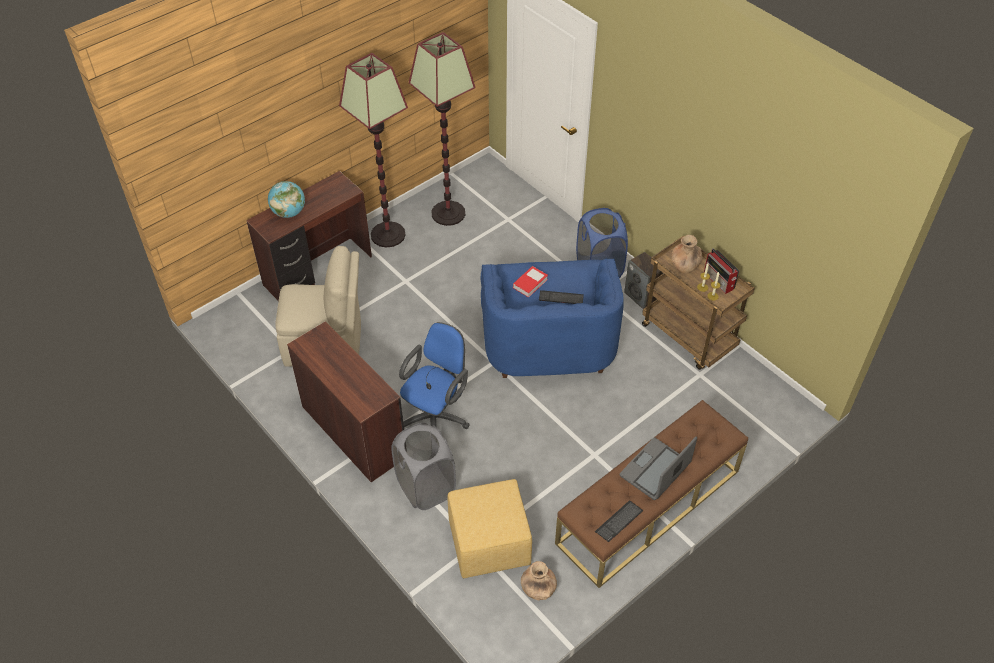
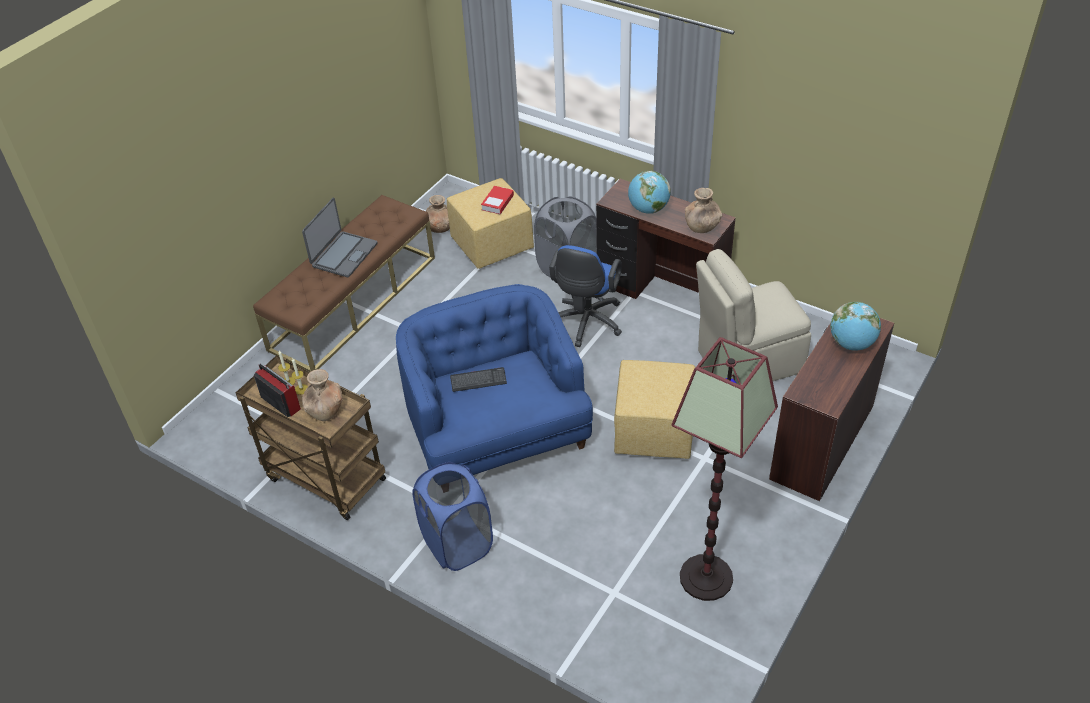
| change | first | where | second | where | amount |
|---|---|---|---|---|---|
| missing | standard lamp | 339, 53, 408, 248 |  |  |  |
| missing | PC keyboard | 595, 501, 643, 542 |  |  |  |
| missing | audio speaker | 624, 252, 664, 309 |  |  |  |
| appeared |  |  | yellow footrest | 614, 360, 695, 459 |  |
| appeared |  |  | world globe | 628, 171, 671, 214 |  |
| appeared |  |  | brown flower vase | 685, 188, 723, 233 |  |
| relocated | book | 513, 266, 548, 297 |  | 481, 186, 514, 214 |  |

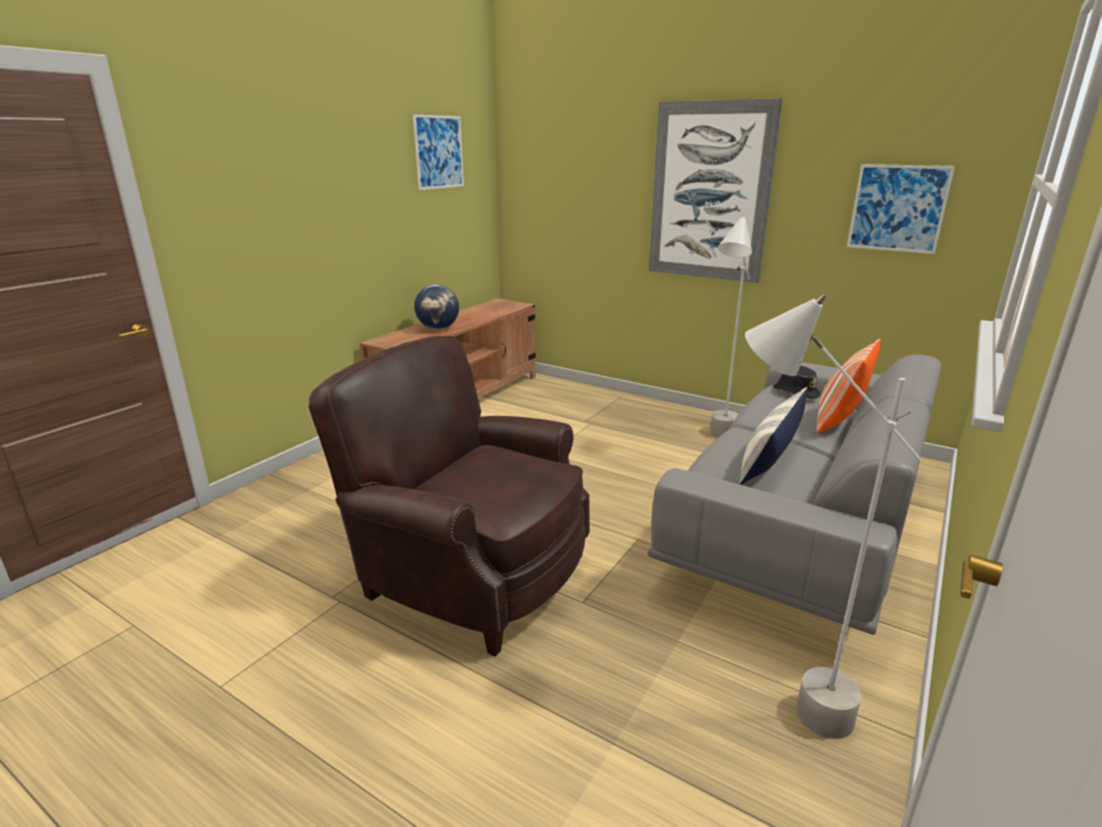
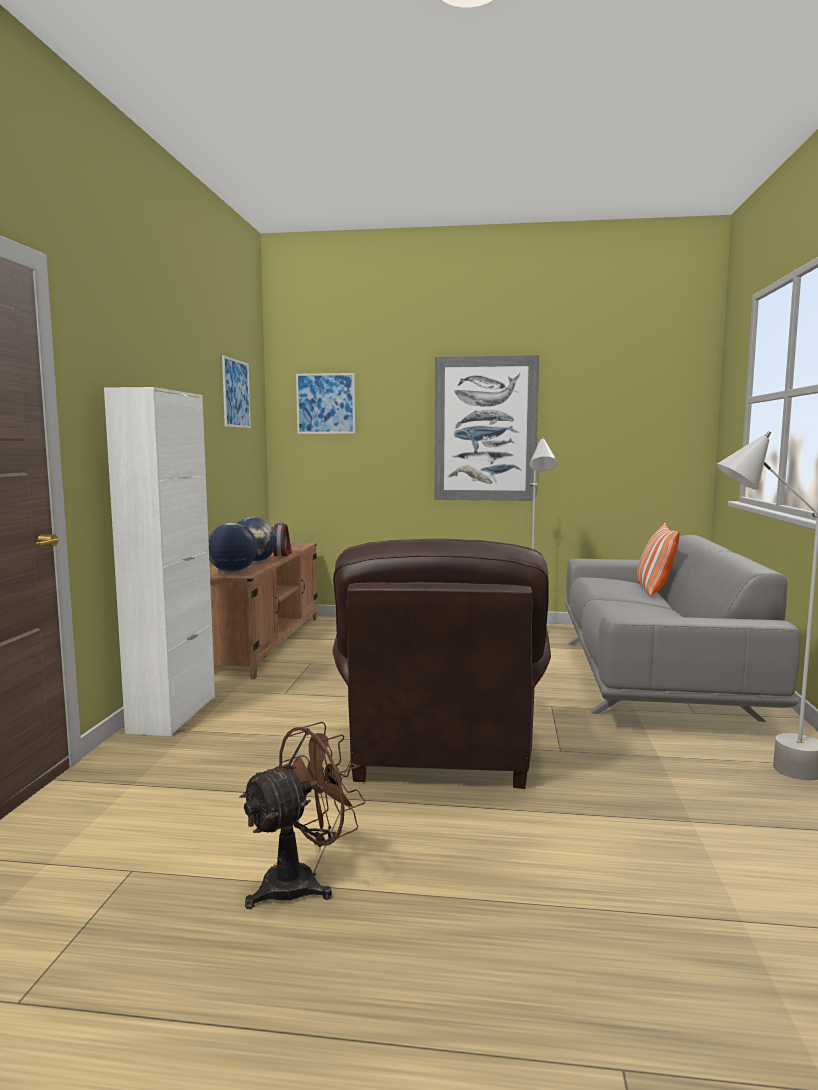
| change | first | where | second | where | amount |
|---|---|---|---|---|---|
| missing | pillow | 739, 387, 808, 485 |  |  |  |
| missing | black-coloured wearable hat | 773, 366, 820, 399 |  |  |  |
| appeared |  |  | white cupboard | 104, 387, 215, 736 |  |
| appeared |  |  | world globe | 208, 523, 257, 572 |  |
| appeared |  |  | brown cooling fan | 240, 722, 366, 909 |  |
| appeared |  |  | bedside clock | 273, 522, 292, 556 |  |
| relocated | wall art | 847, 164, 955, 254 |  | 296, 373, 355, 434 |  |
| spun | brown armchair | 308, 336, 590, 657 |  | 332, 539, 551, 789 | 90 degrees counterclockwise |

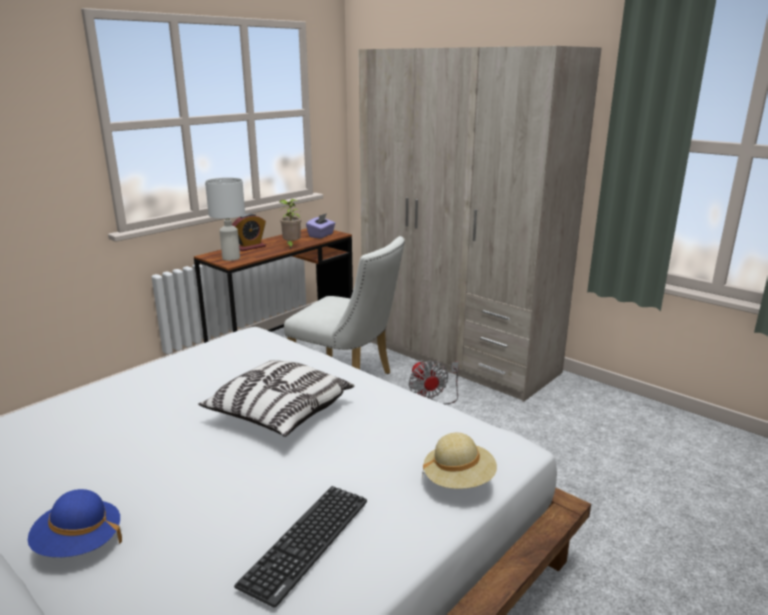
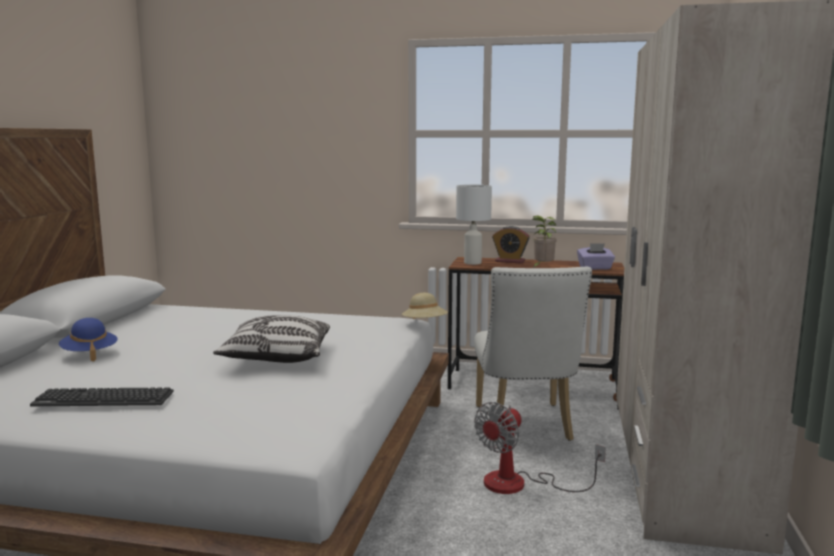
| change | first | where | second | where | amount |
|---|---|---|---|---|---|
| relocated | sand-coloured wearable hat | 422, 433, 497, 489 |  | 402, 293, 448, 319 |  |

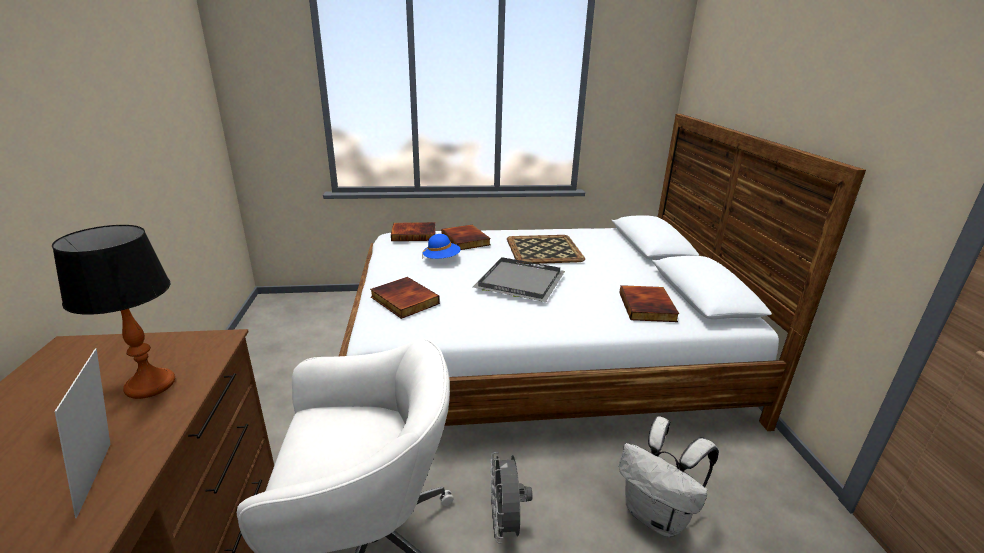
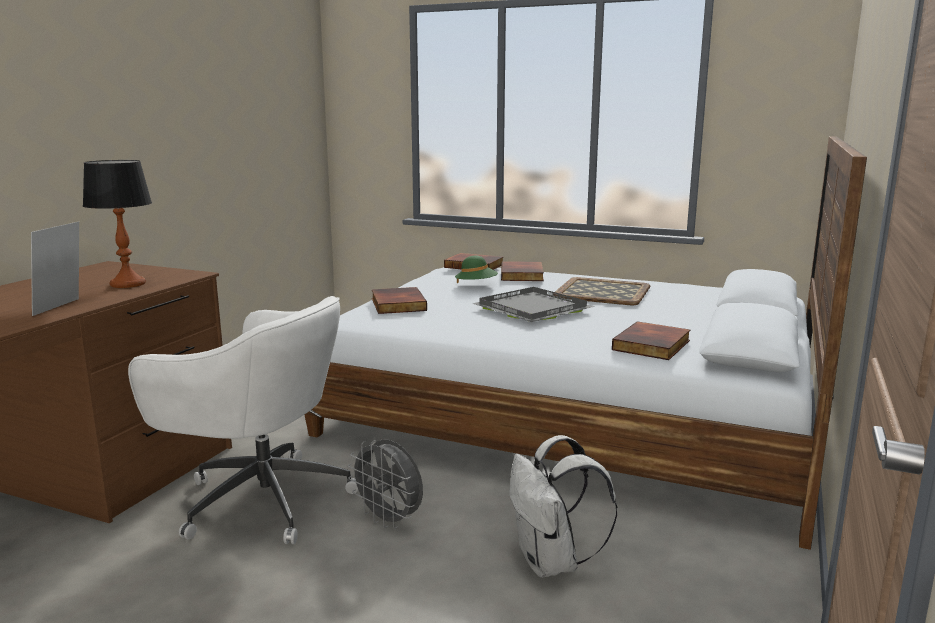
| change | first | where | second | where | amount |
|---|---|---|---|---|---|
| colour | blue-coloured wearable hat | 422, 234, 461, 259 | green wearable hat | 455, 256, 498, 283 |  |
| spun | greyish cooling fan | 490, 452, 533, 543 |  | 348, 440, 423, 529 | 75 degrees counterclockwise |

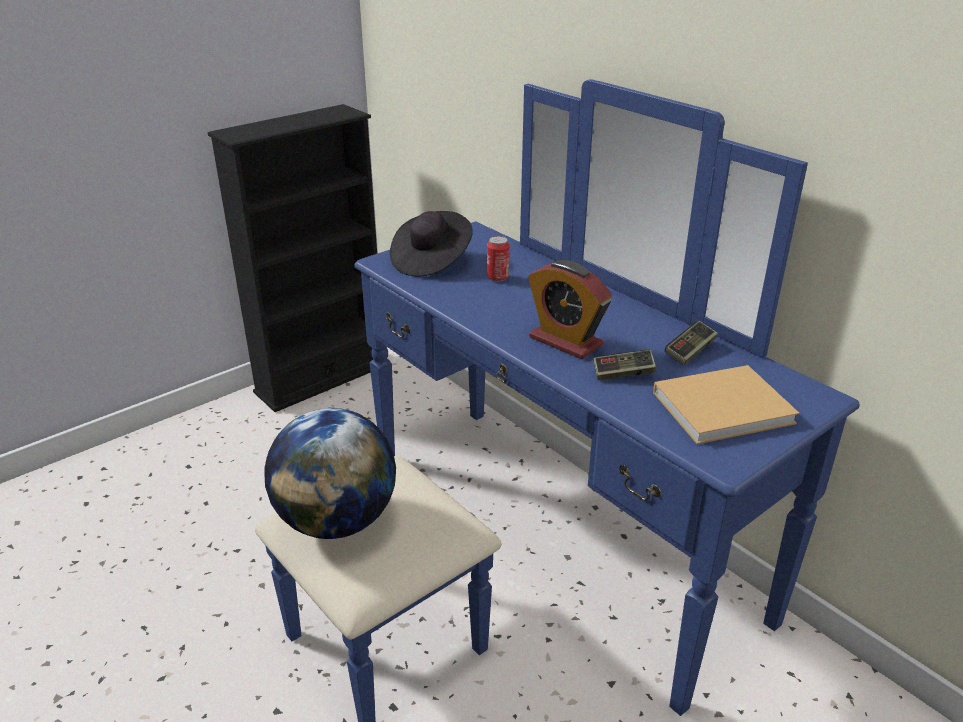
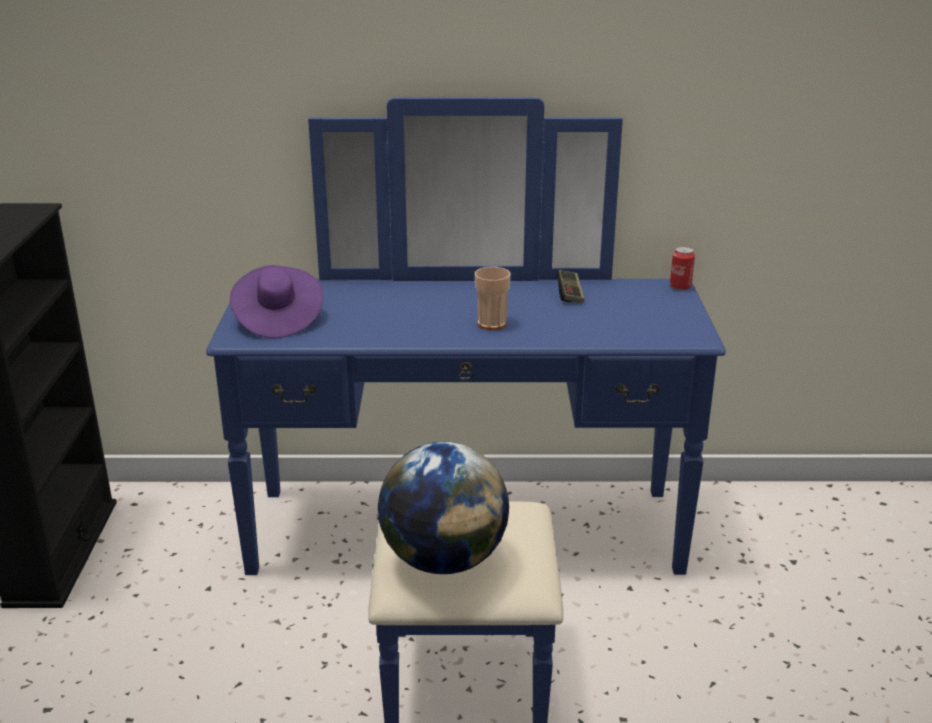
| change | first | where | second | where | amount |
|---|---|---|---|---|---|
| missing | joypad | 594, 349, 656, 381 |  |  |  |
| missing | sand-coloured book | 653, 365, 799, 444 |  |  |  |
| relocated | metal can | 487, 236, 510, 282 |  | 670, 246, 695, 291 |  |
| exchanged | bedside clock | 528, 260, 612, 359 | small cup | 475, 267, 511, 330 |  |
| colour | black-coloured wearable hat | 390, 211, 473, 277 | purple wearable hat | 230, 265, 323, 338 |  |

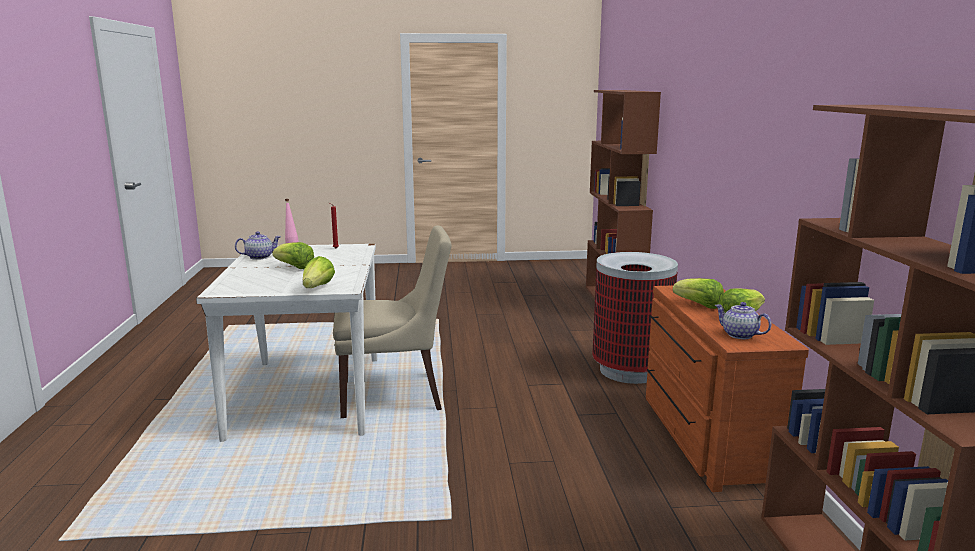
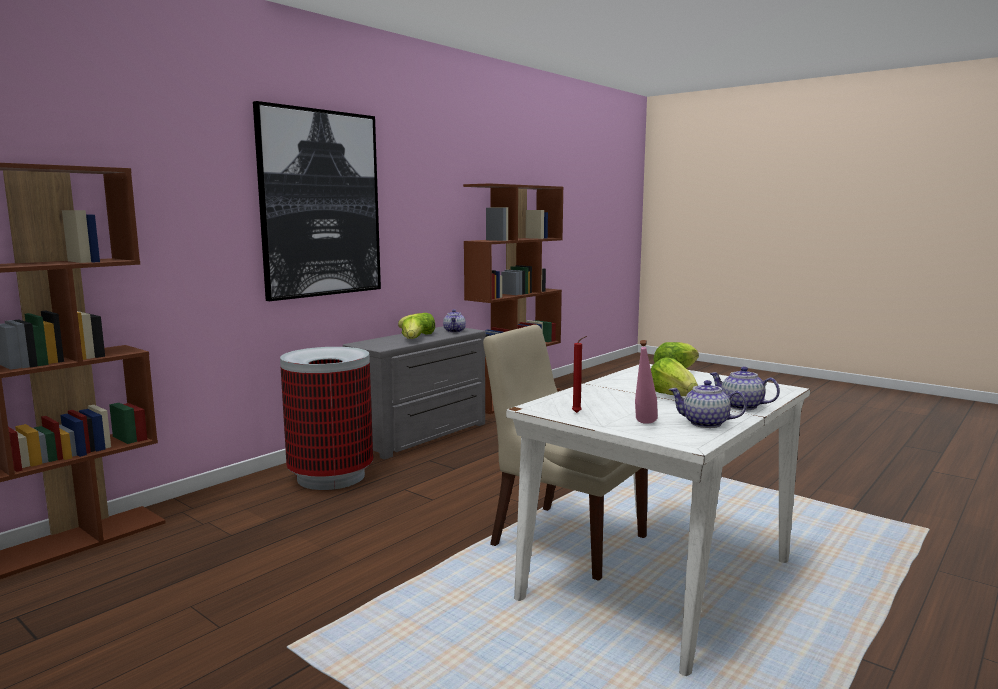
| change | first | where | second | where | amount |
|---|---|---|---|---|---|
| appeared |  |  | wall art | 253, 101, 381, 301 |  |
| appeared |  |  | teapot | 710, 367, 780, 410 |  |
| colour | brown dresser | 646, 286, 809, 492 | greyish dresser | 343, 326, 486, 459 |  |

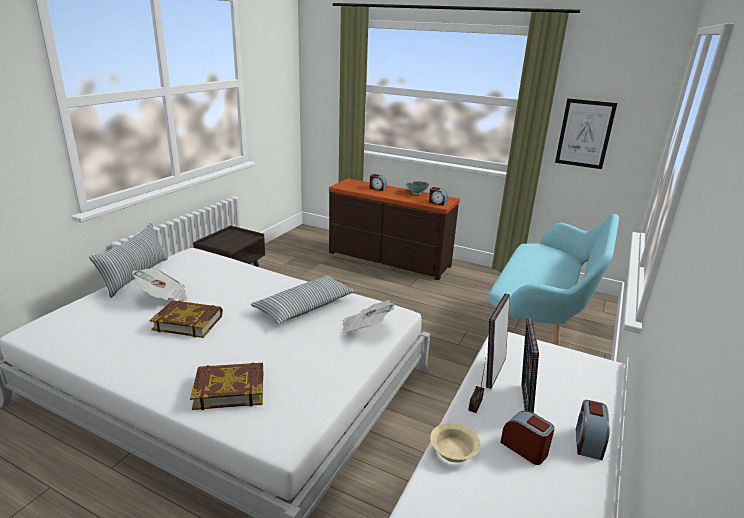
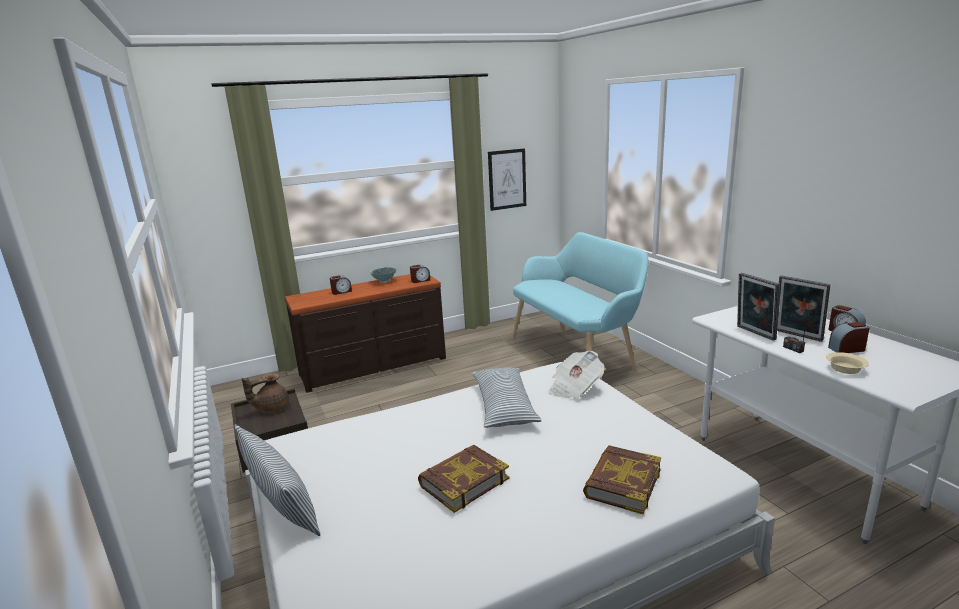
| change | first | where | second | where | amount |
|---|---|---|---|---|---|
| missing | printed paper | 132, 269, 187, 301 |  |  |  |
| appeared |  |  | brown teapot | 242, 373, 289, 413 |  |

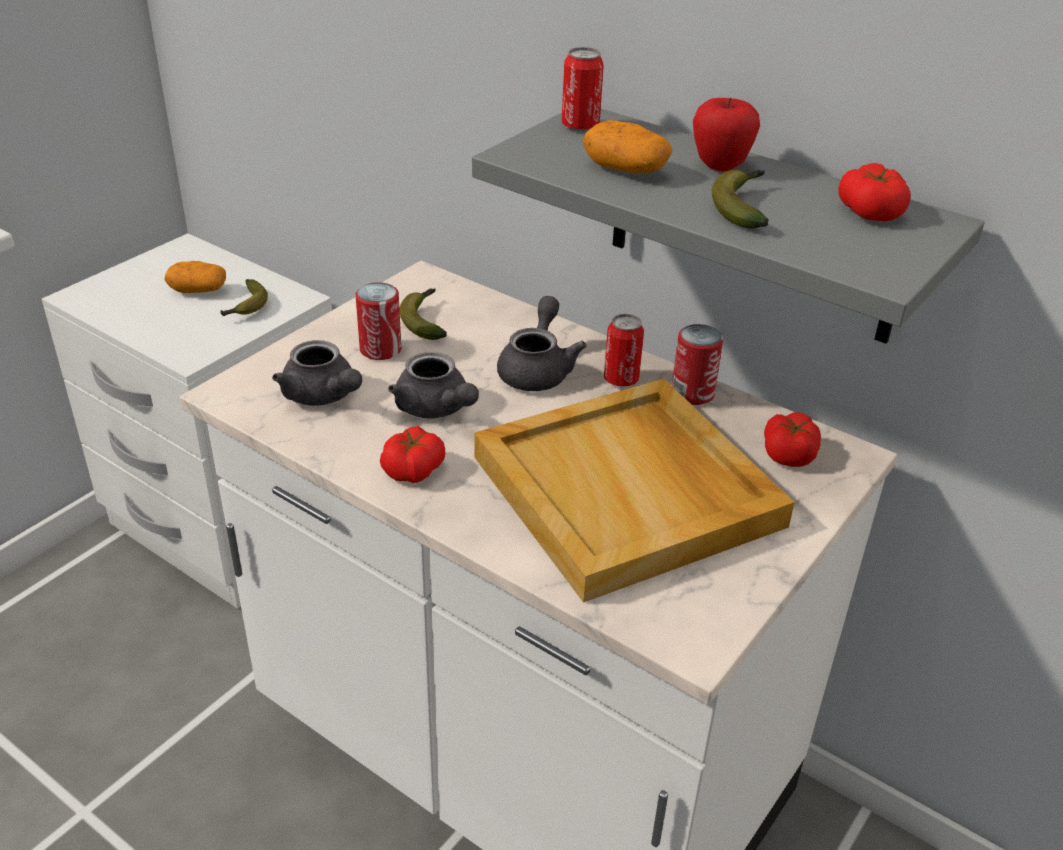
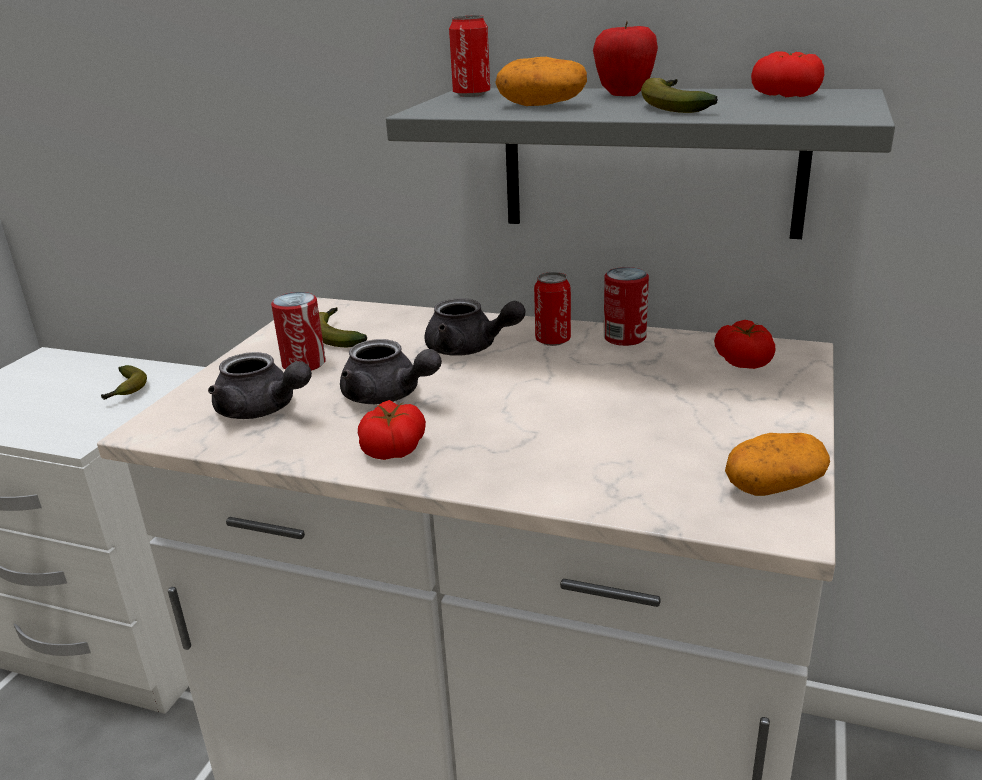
| change | first | where | second | where | amount |
|---|---|---|---|---|---|
| missing | sand-coloured serving tray | 474, 379, 795, 603 |  |  |  |
| relocated | spud | 165, 261, 226, 293 |  | 725, 433, 830, 496 |  |
| spun | greyish teapot | 497, 296, 587, 391 |  | 424, 298, 525, 356 | 120 degrees clockwise |

